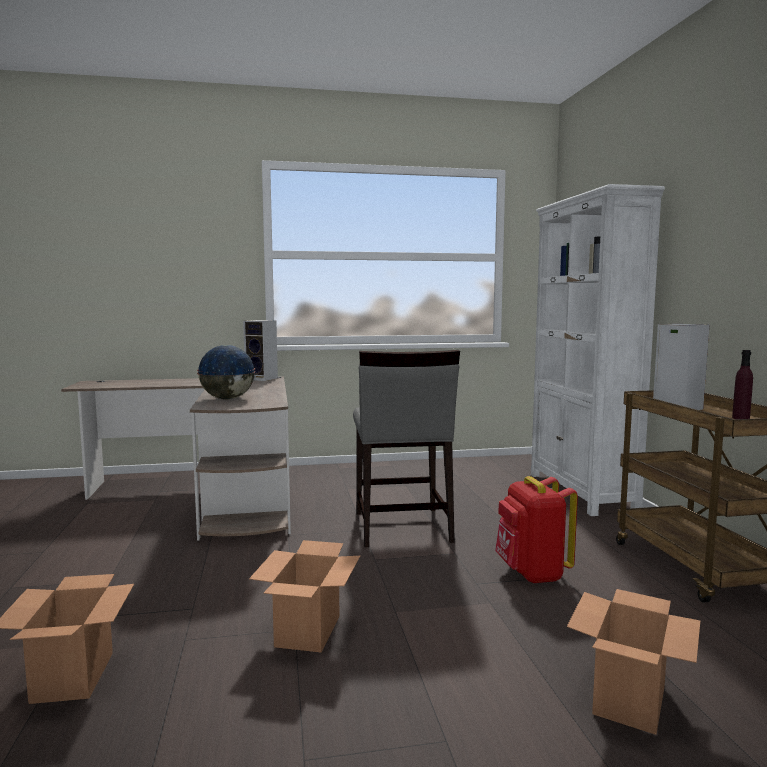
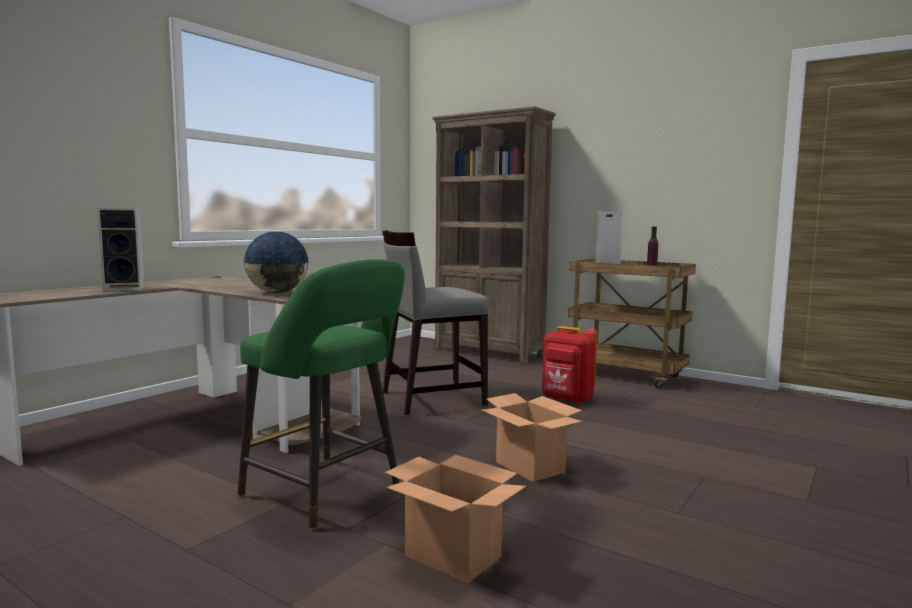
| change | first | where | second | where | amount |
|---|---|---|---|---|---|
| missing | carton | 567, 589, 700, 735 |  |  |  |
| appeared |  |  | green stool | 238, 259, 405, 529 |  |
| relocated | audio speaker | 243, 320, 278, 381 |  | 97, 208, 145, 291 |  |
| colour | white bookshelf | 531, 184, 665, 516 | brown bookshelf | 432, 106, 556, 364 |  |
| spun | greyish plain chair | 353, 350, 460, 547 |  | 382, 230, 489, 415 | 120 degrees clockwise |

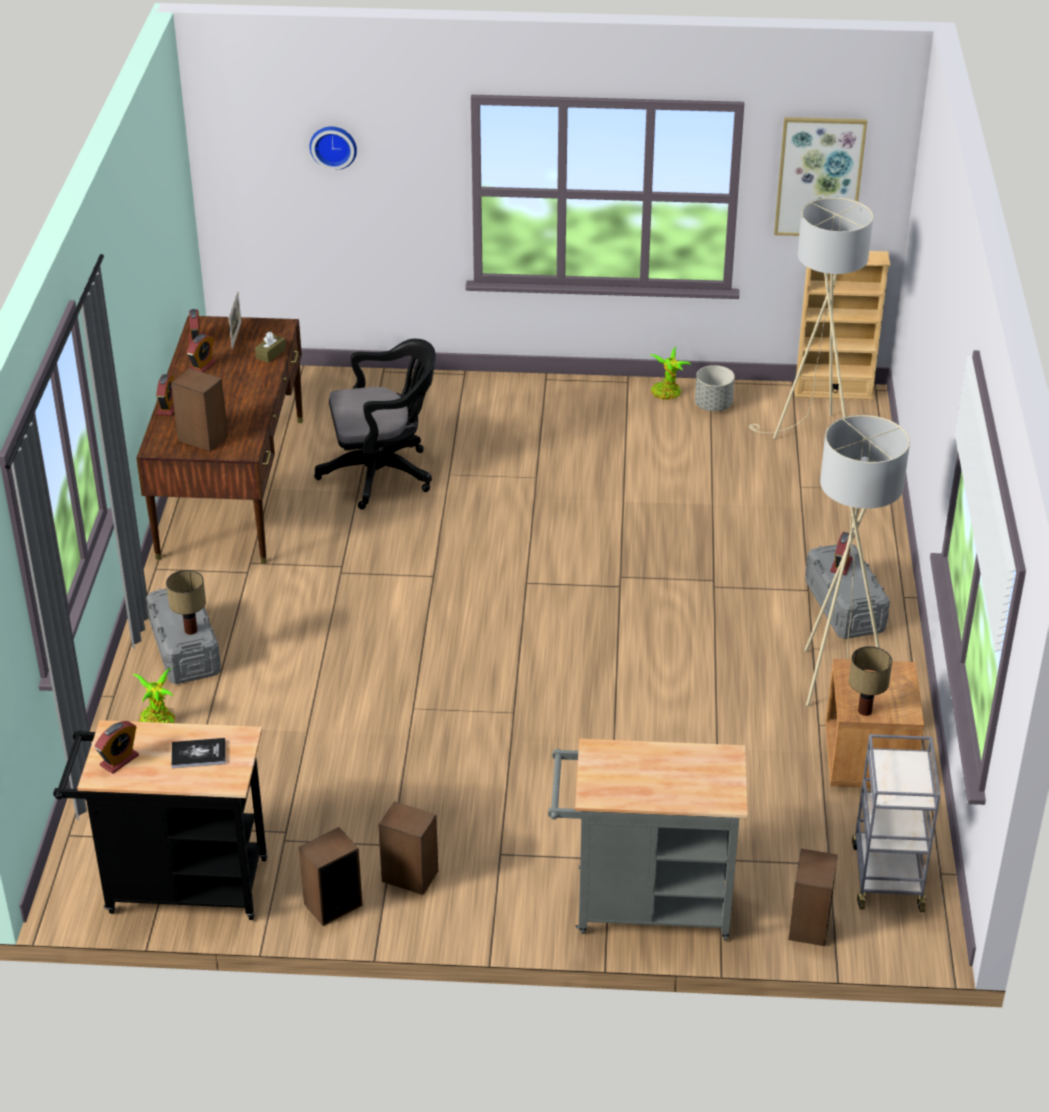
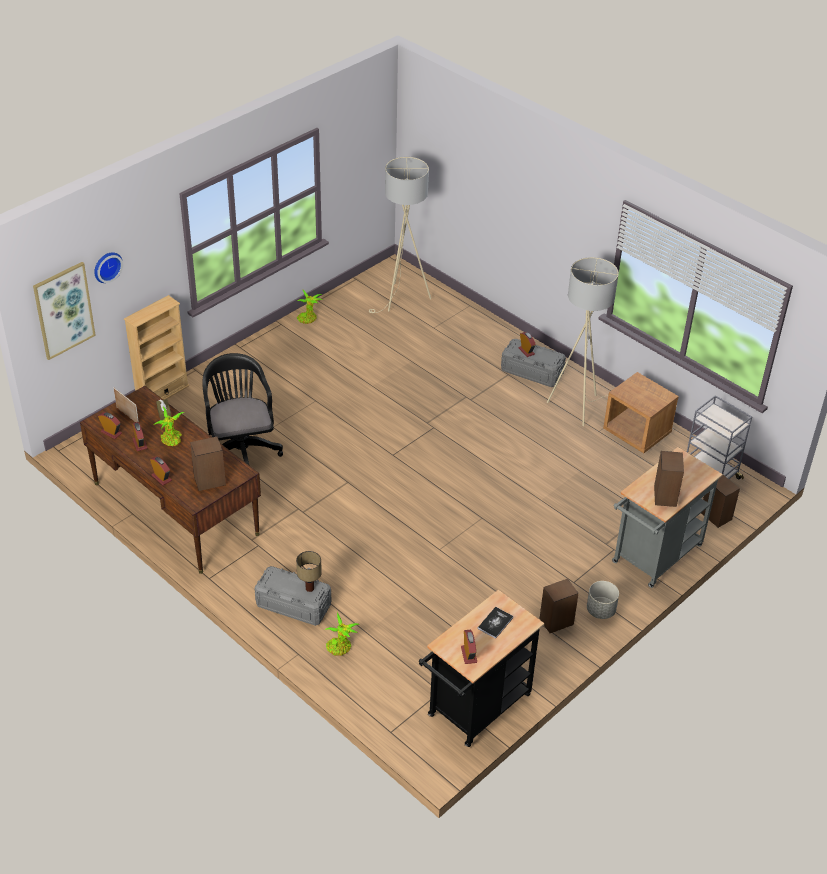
| change | first | where | second | where | amount |
|---|---|---|---|---|---|
| missing | tabletop lamp | 849, 646, 892, 716 |  |  |  |
| appeared |  |  | houseplant | 154, 407, 185, 446 |  |
| relocated | audio speaker | 299, 827, 363, 926 |  | 654, 451, 684, 507 |  |
| relocated | greyish plant pot | 695, 365, 735, 411 |  | 587, 581, 619, 619 |  |
| relocated | wall art | 774, 117, 867, 236 |  | 33, 262, 96, 360 |  |
| relocated | sand-coloured bookshelf | 795, 251, 890, 400 |  | 124, 295, 189, 400 |  |
| spun | black-coloured desk chair | 314, 339, 436, 509 |  | 202, 353, 283, 465 | 45 degrees counterclockwise |

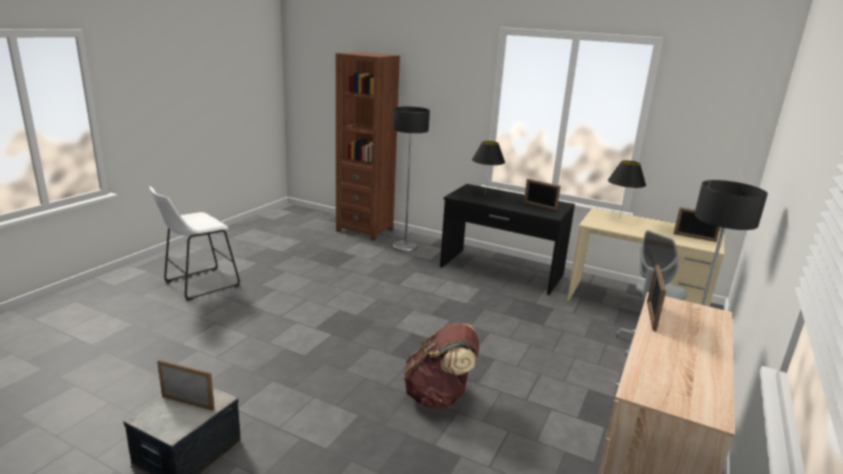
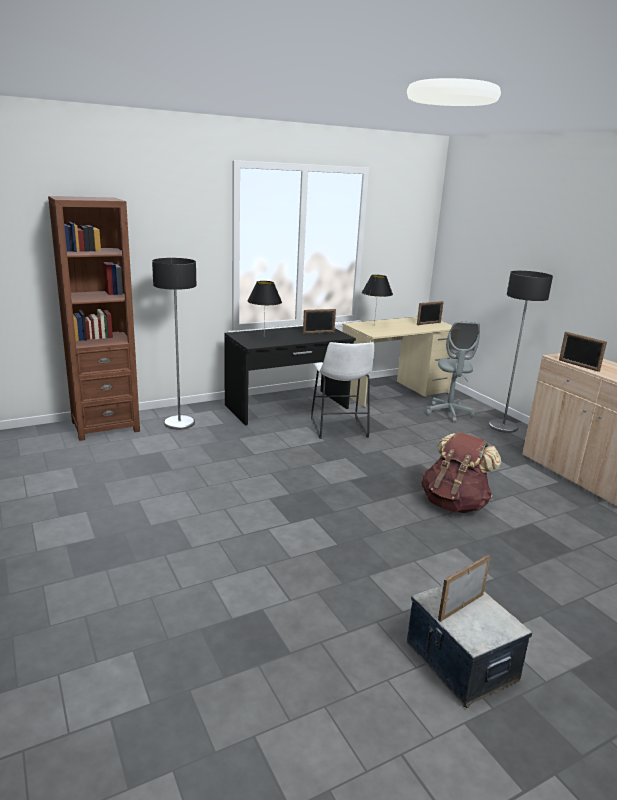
| change | first | where | second | where | amount |
|---|---|---|---|---|---|
| relocated | white stool | 149, 186, 240, 301 |  | 311, 342, 374, 439 |  |

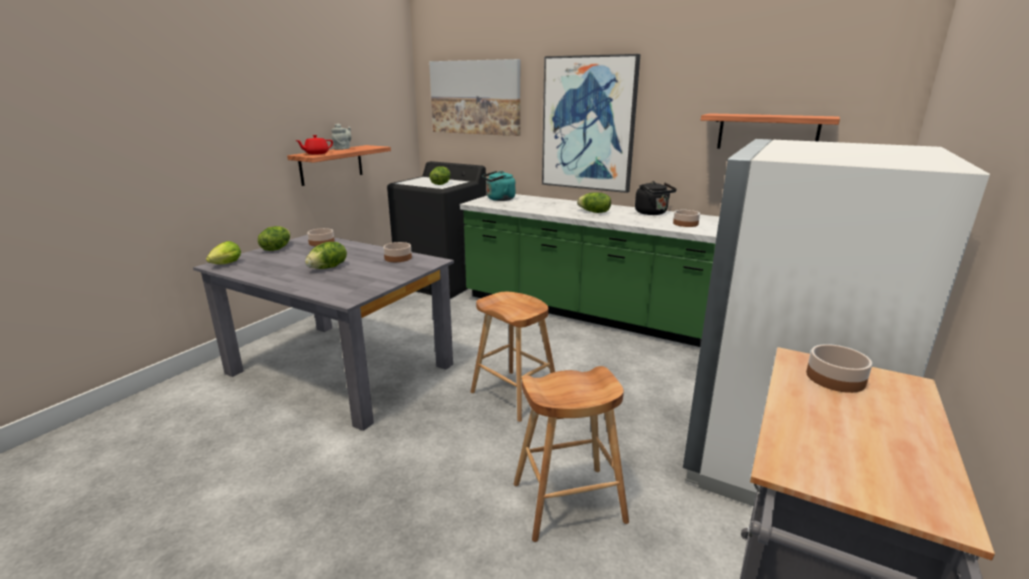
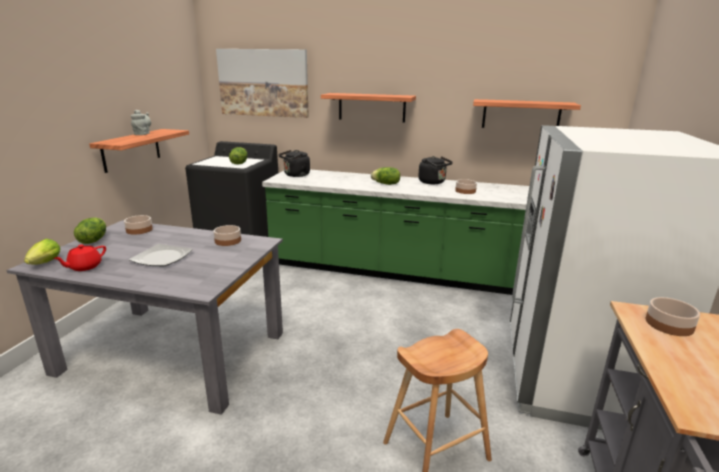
| change | first | where | second | where | amount |
|---|---|---|---|---|---|
| missing | brown stool | 471, 292, 555, 422 |  |  |  |
| relocated | reddish teapot | 295, 135, 333, 155 |  | 53, 245, 106, 271 |  |
| exchanged | lettuce | 305, 242, 347, 269 | flat dish | 129, 244, 193, 266 |  |
| exchanged | wall art | 542, 54, 640, 193 | shelf | 321, 93, 416, 122 |  |
| colour | turquoise-coloured water kettle | 482, 171, 516, 201 | black-coloured water kettle | 279, 150, 310, 177 |  |

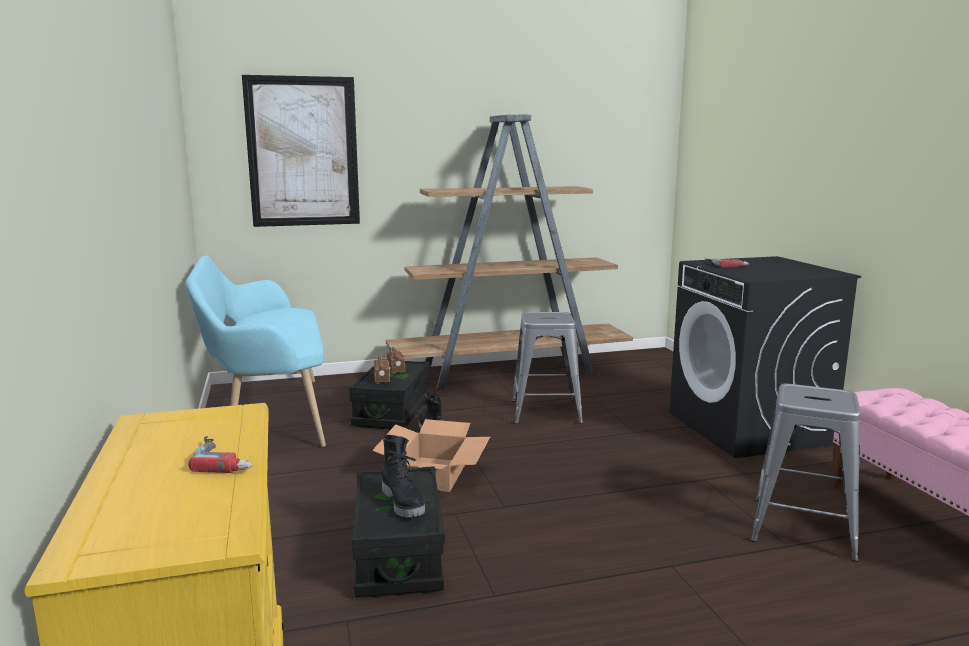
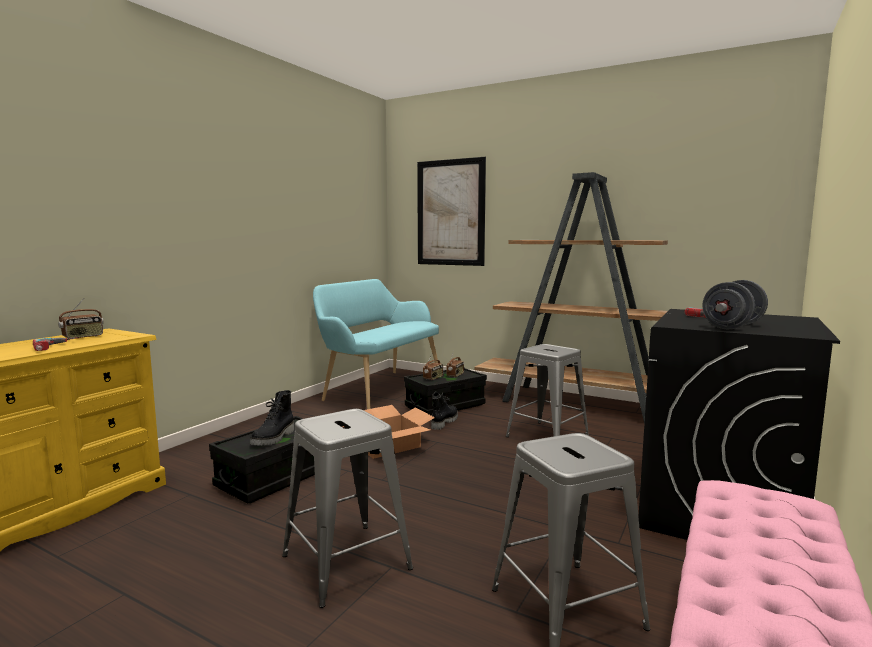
| change | first | where | second | where | amount |
|---|---|---|---|---|---|
| appeared |  |  | radio | 58, 298, 104, 338 |  |
| appeared |  |  | greyish stool | 282, 409, 413, 608 |  |
| appeared |  |  | greyish dumbbell | 702, 280, 768, 329 |  |

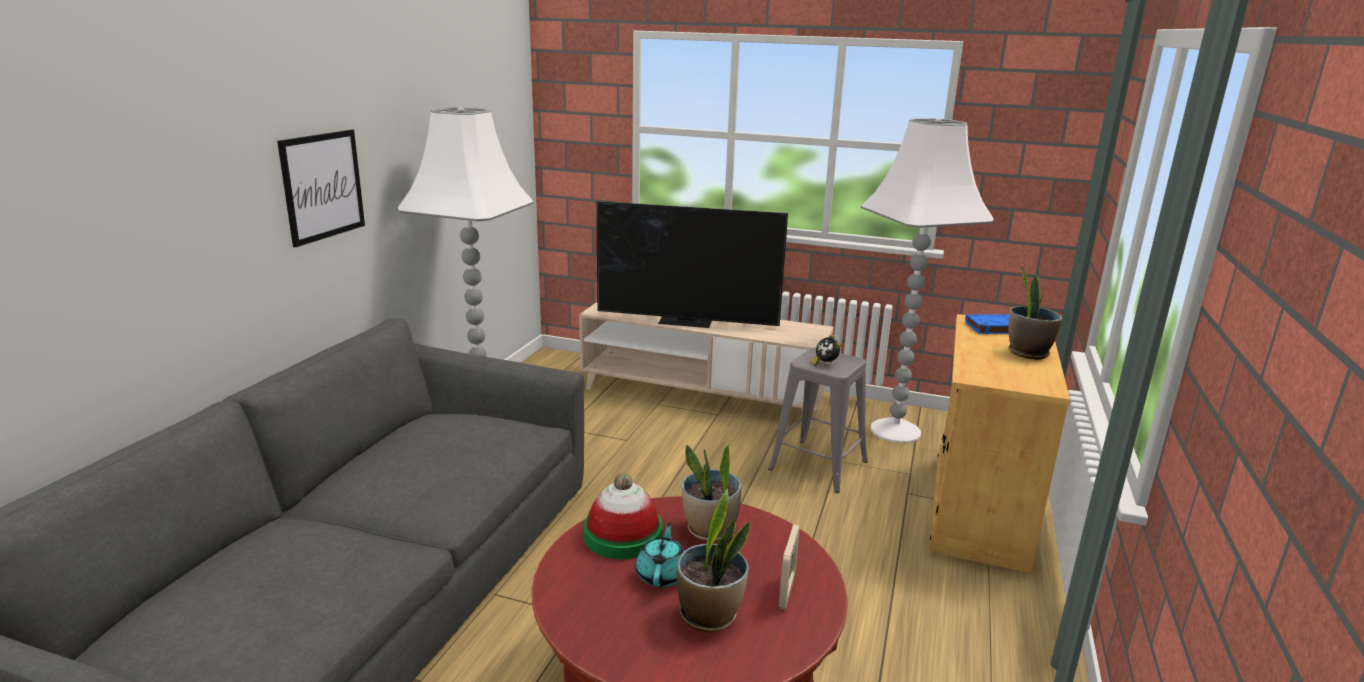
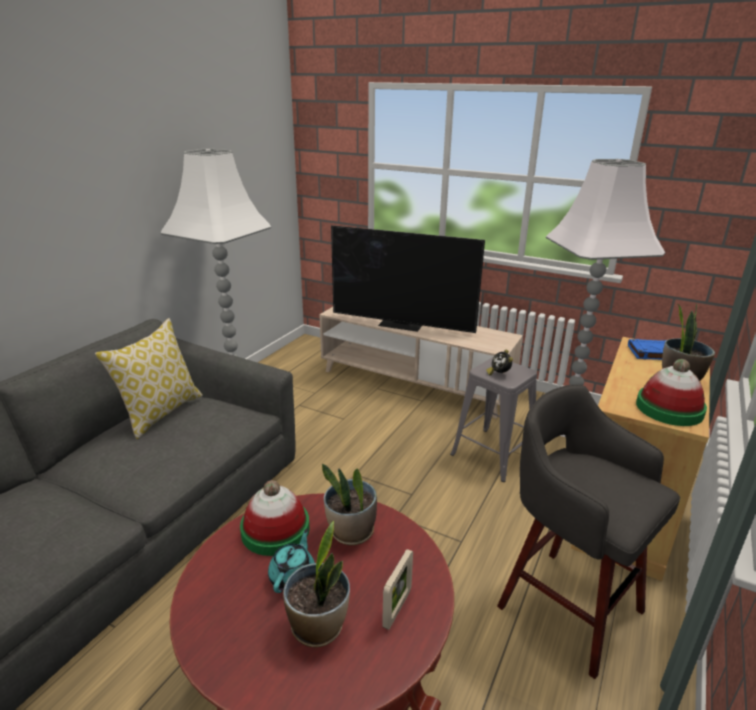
| change | first | where | second | where | amount |
|---|---|---|---|---|---|
| missing | wall art | 277, 129, 365, 247 |  |  |  |
| appeared |  |  | pillow | 95, 318, 203, 439 |  |
| appeared |  |  | greyish stool | 497, 384, 680, 679 |  |
| appeared |  |  | wearable hat | 636, 359, 707, 426 |  |

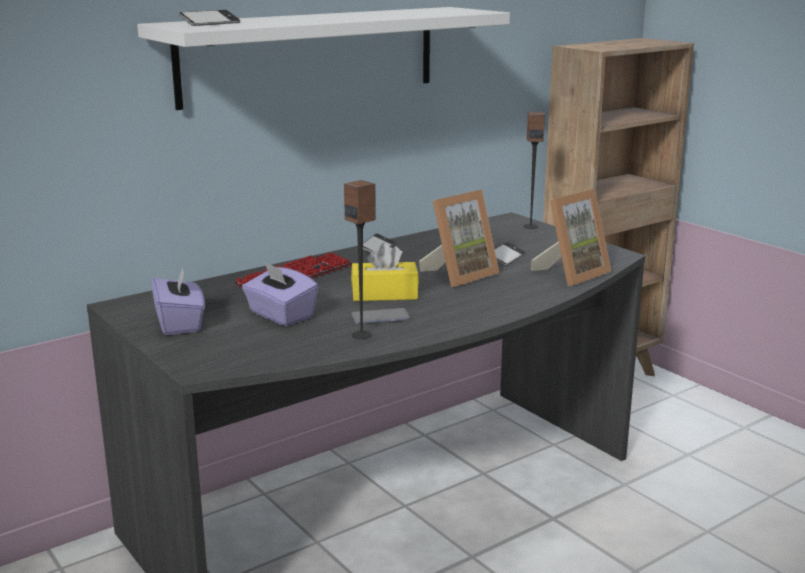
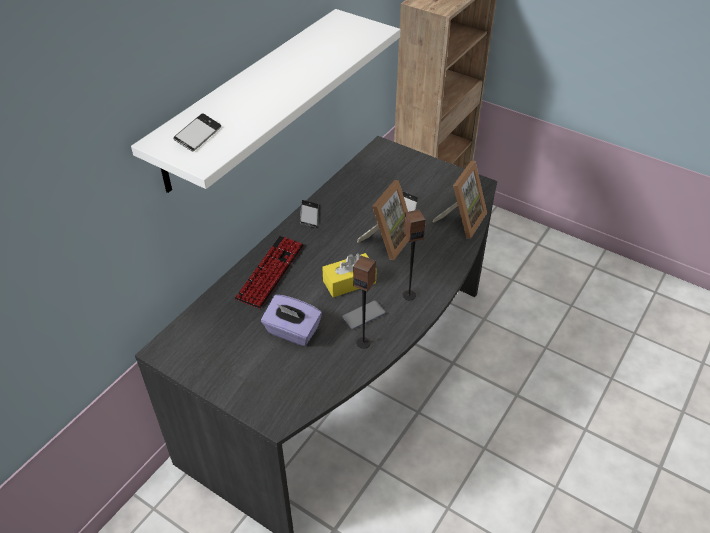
| change | first | where | second | where | amount |
|---|---|---|---|---|---|
| missing | purple tissue holder | 151, 267, 205, 335 |  |  |  |
| relocated | audio speaker | 523, 112, 545, 229 |  | 402, 209, 426, 300 |  |

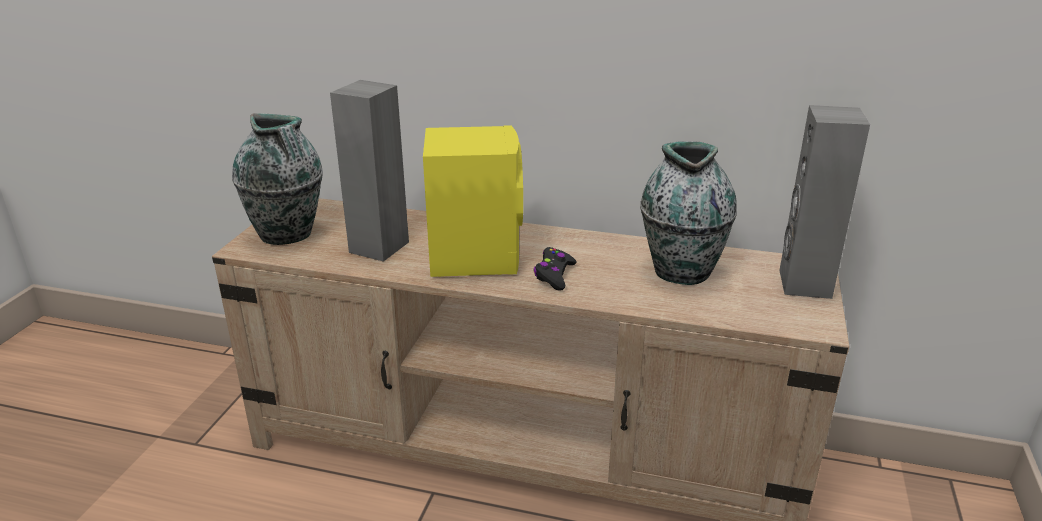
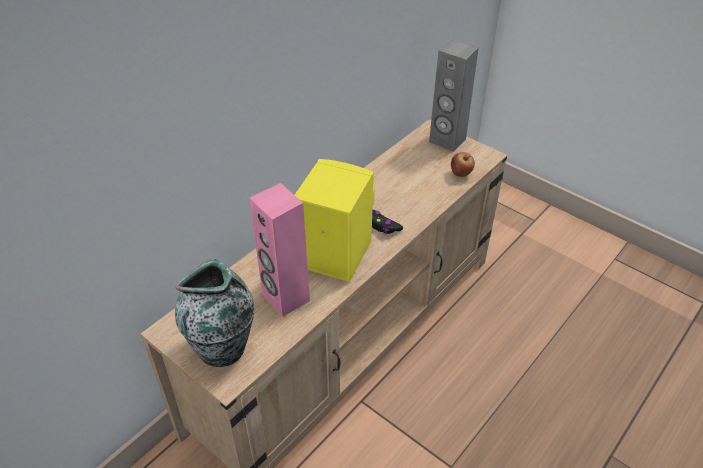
| change | first | where | second | where | amount |
|---|---|---|---|---|---|
| missing | flower vase | 640, 141, 737, 285 |  |  |  |
| appeared |  |  | apple fruit | 451, 152, 475, 177 |  |
| colour | greyish audio speaker | 330, 80, 409, 262 | pinkish audio speaker | 249, 183, 310, 317 |  |

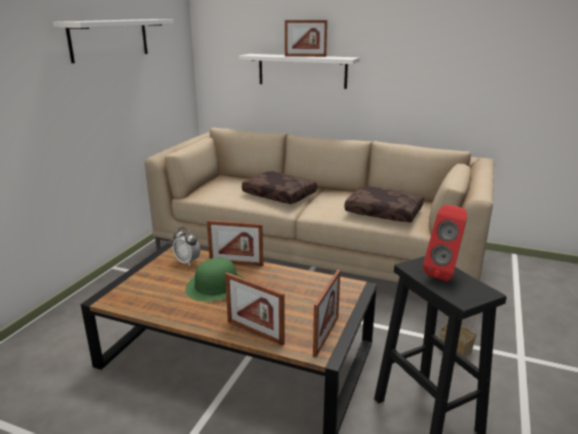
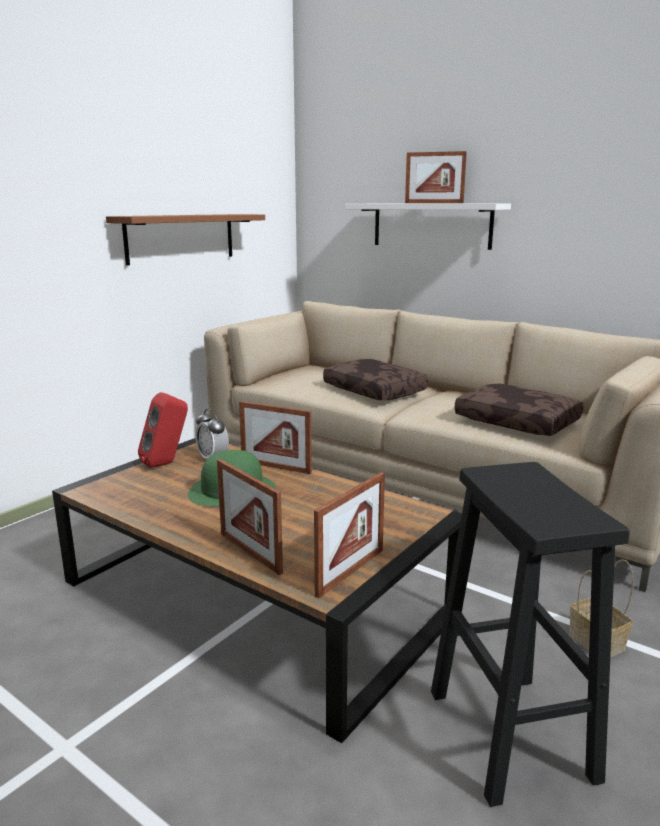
| change | first | where | second | where | amount |
|---|---|---|---|---|---|
| missing | white shelf | 53, 19, 174, 63 |  |  |  |
| appeared |  |  | brown shelf | 106, 214, 265, 266 |  |
| relocated | reddish audio speaker | 423, 205, 467, 281 |  | 138, 392, 188, 468 |  |

